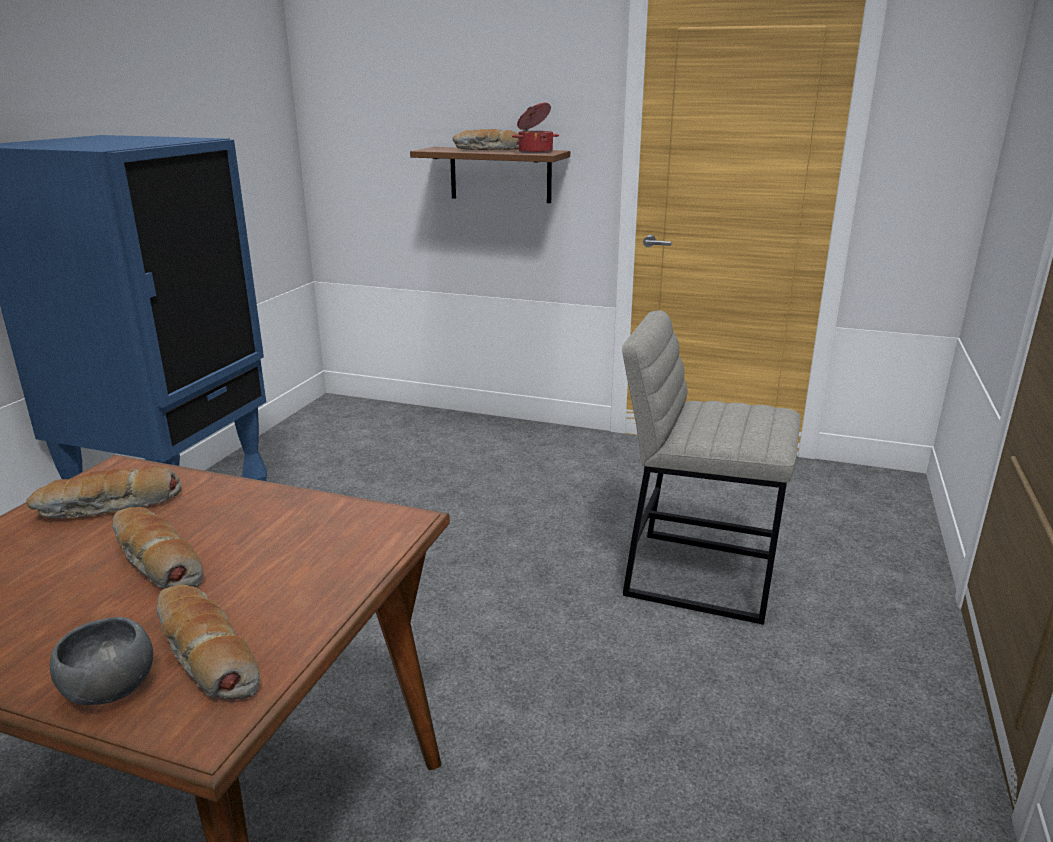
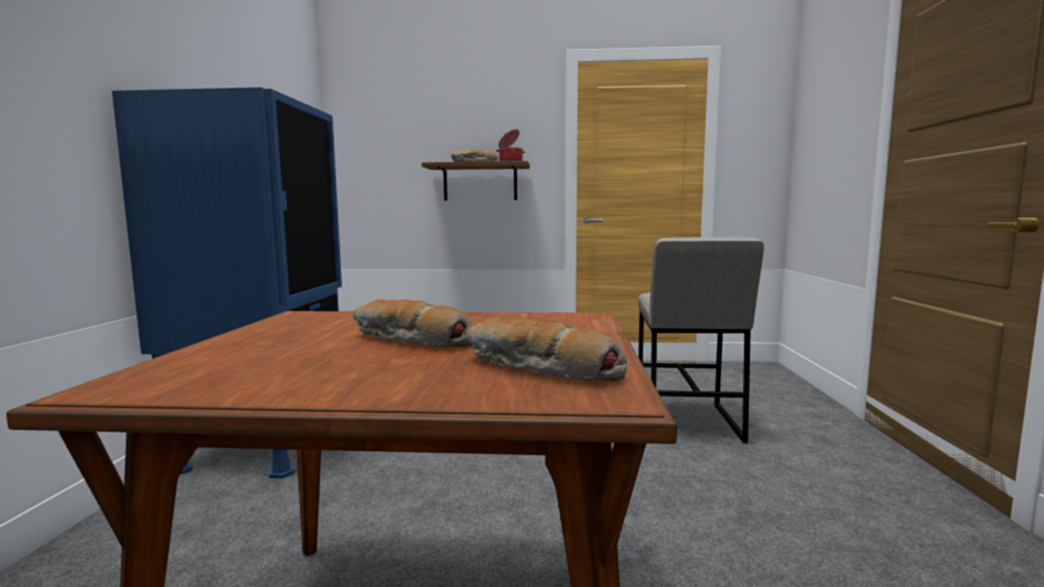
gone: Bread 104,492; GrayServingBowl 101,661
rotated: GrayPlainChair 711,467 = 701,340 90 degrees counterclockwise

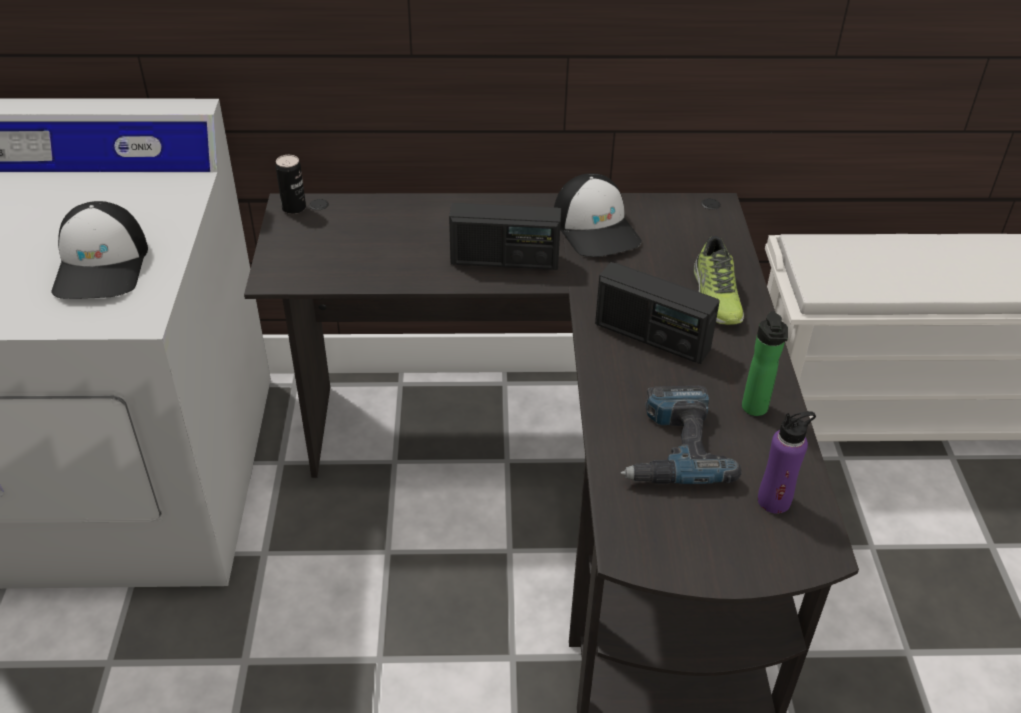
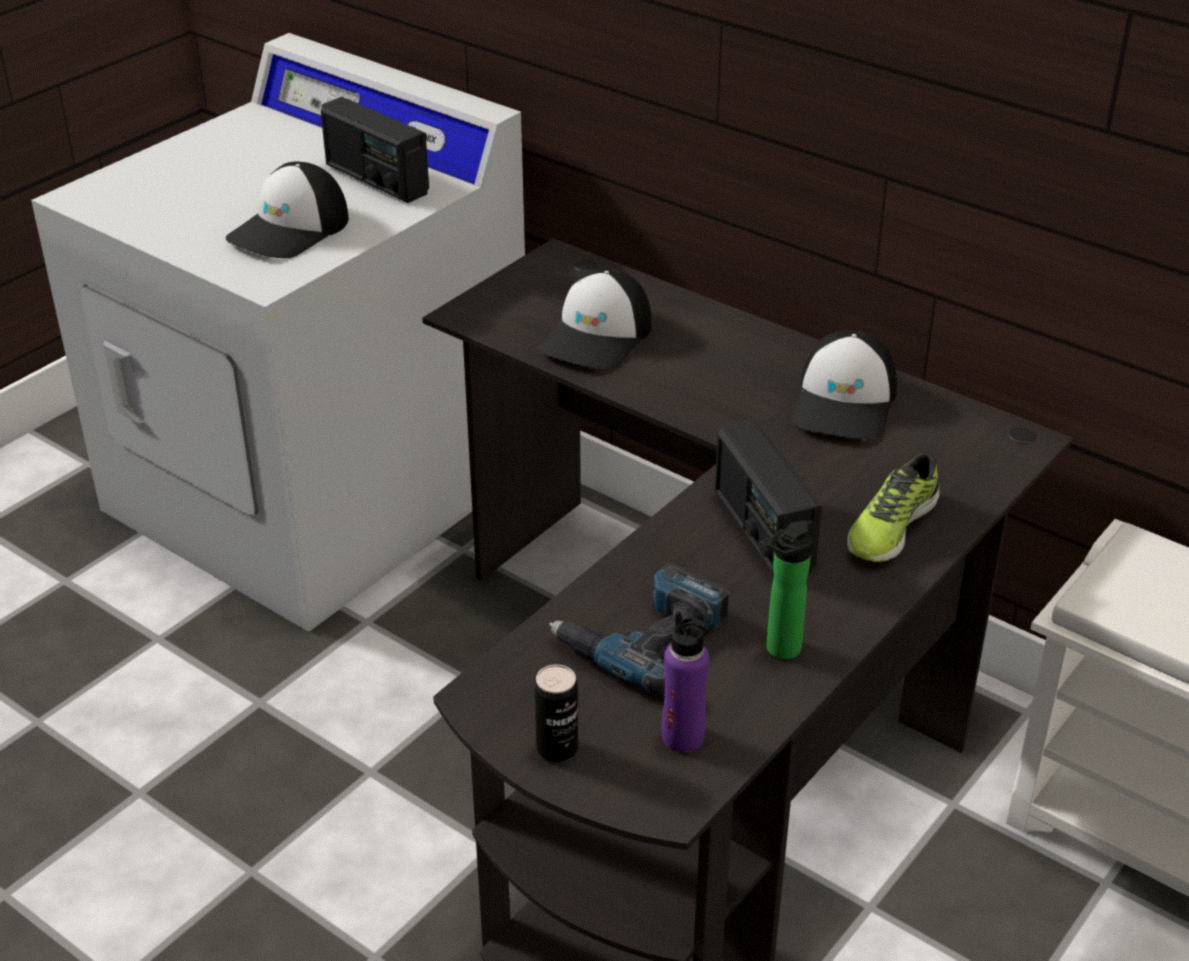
new: Cap 595,318
shifted: Can 291,184 to 556,713; RadioReceiver 505,236 to 375,150

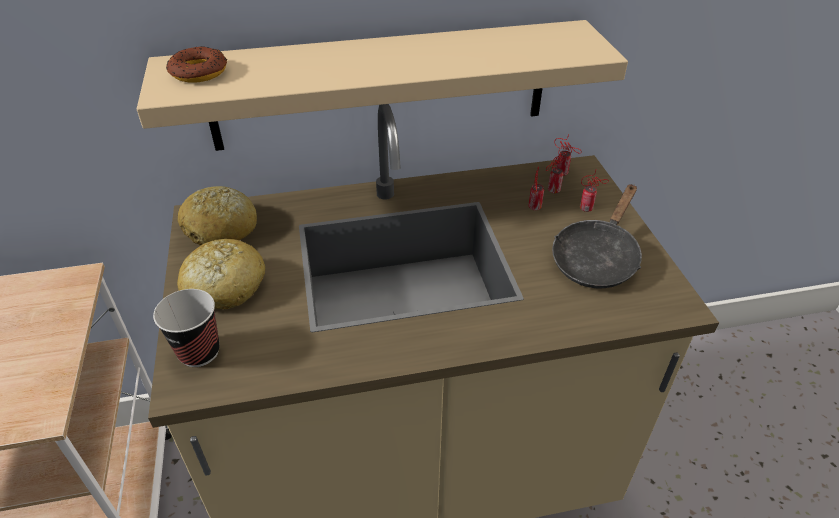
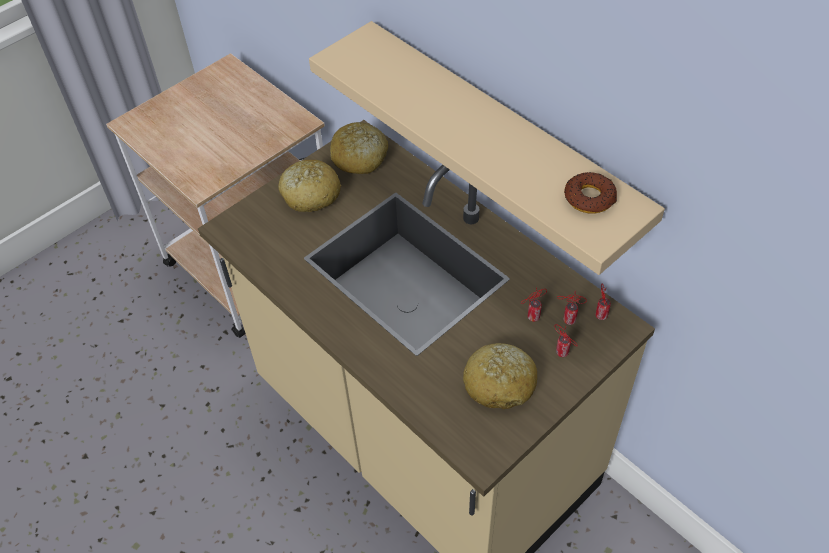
gone: SmallCup 186,328
shifted: Doughnut 196,64 to 590,193
swapped: BlackColouredSkillet 597,236 to Bread 500,376

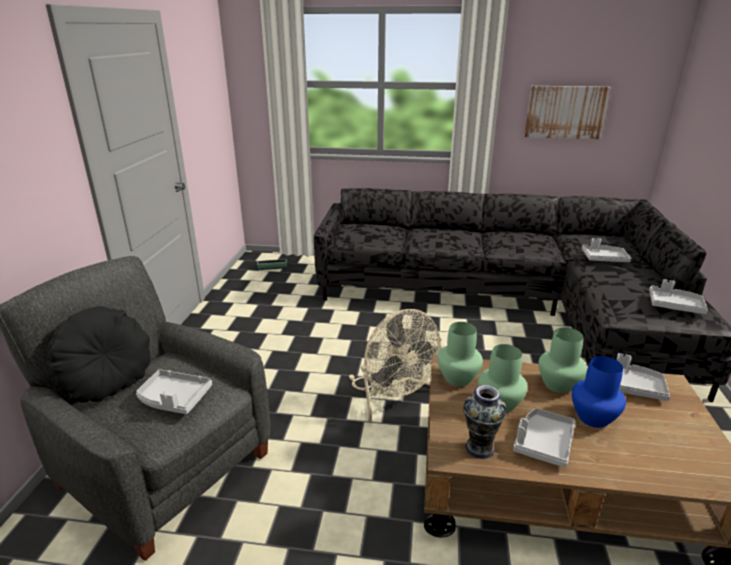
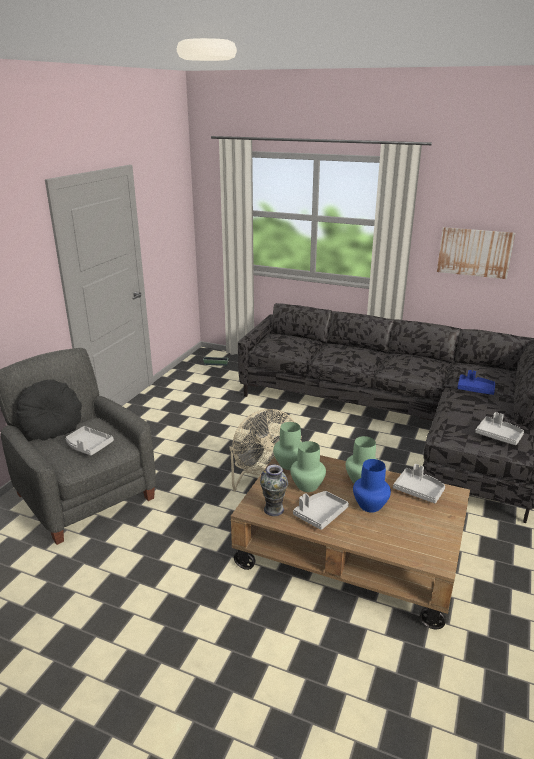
repainted: GrayServingTray 606,250 to BlueColouredServingTray 476,382

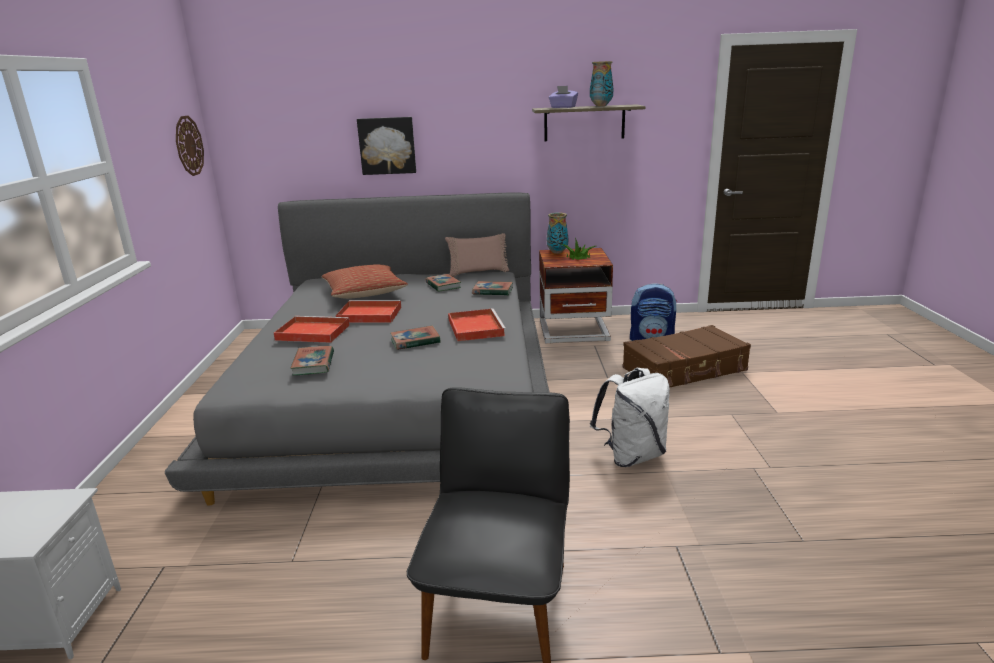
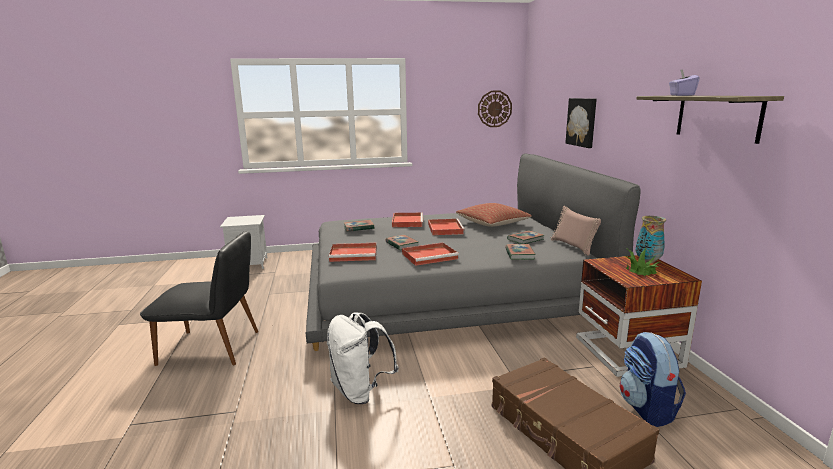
gone: FlowerVase 602,83
new: RedColouredServingTray 353,252

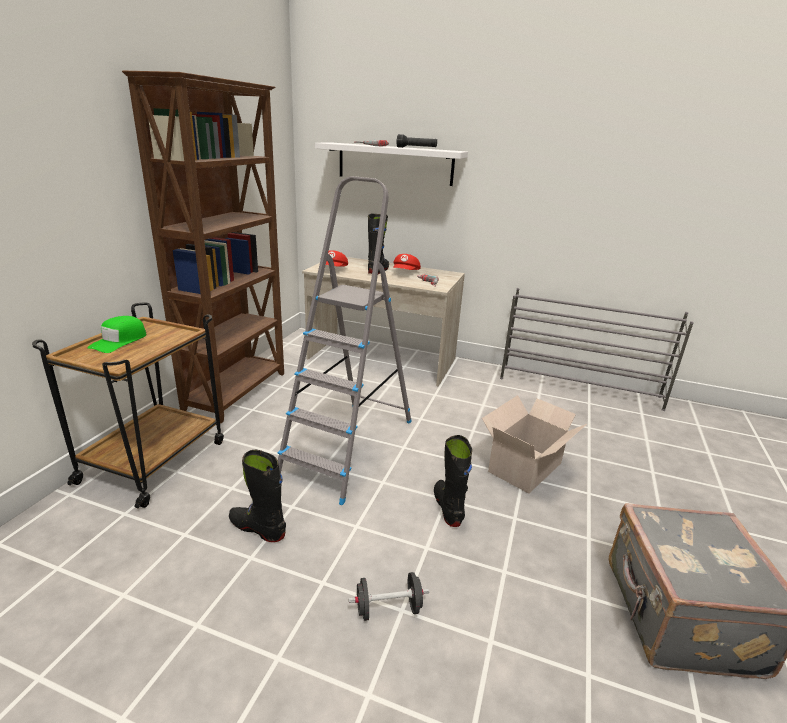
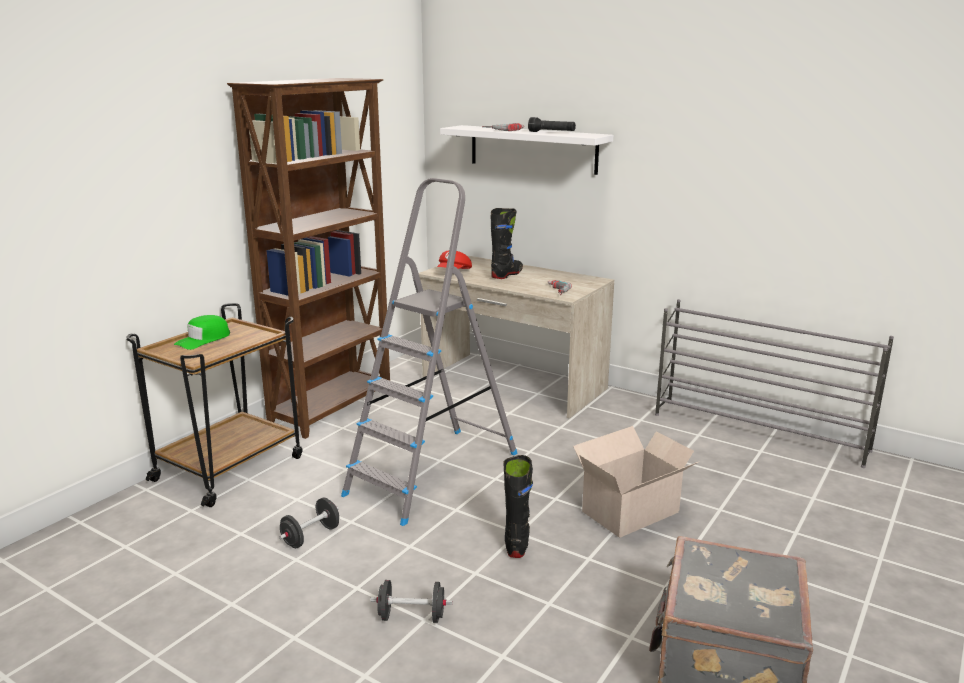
gone: RedColouredCap 407,262
swapped: BlackColouredHighTopBoot 257,496 to BlackColouredFreeWeight 309,522

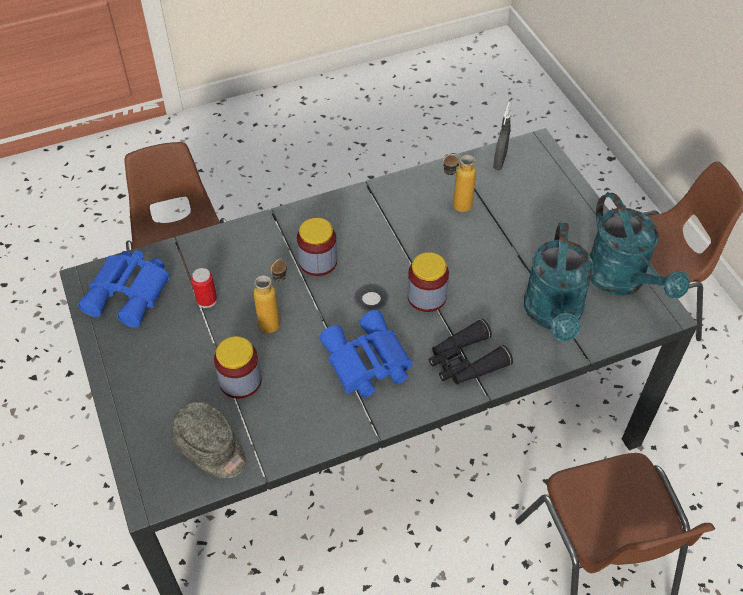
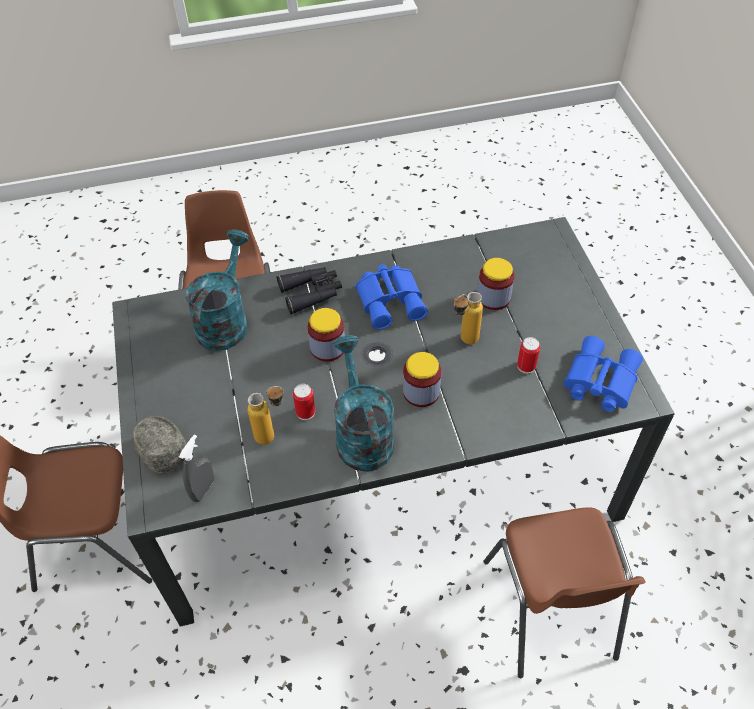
new: Can 304,402
shifted: GrayCap 209,440 to 160,444; TurquoiseWateringPot 640,246 to 363,403

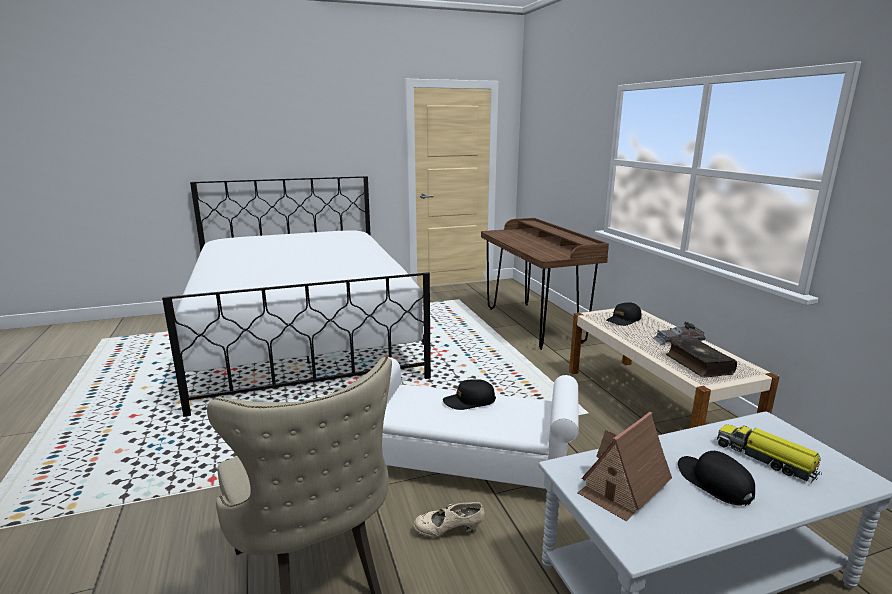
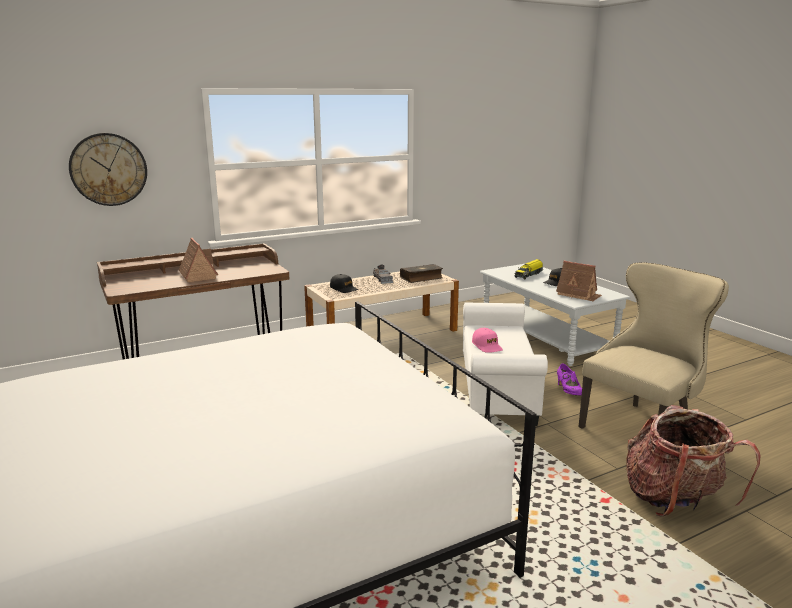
new: WallClock 108,169; ToyHouse 198,260; Backpack 693,461
repainted: BeigeColouredShoe 449,519 to PurplishShoe 569,380; BlackColouredCap 469,394 to PinkCap 487,340

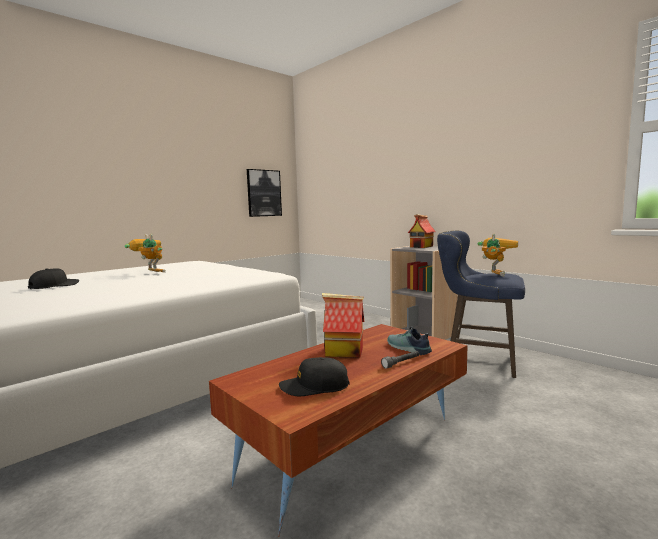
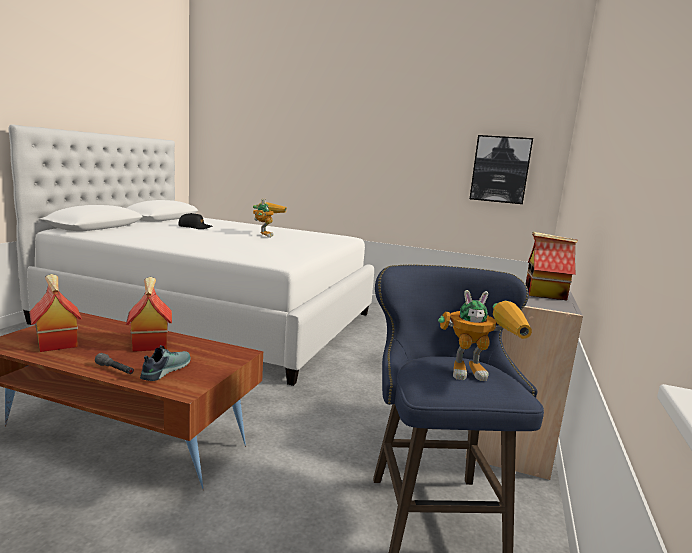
swapped: BlackColouredCap 314,376 to ToyHouse 55,313

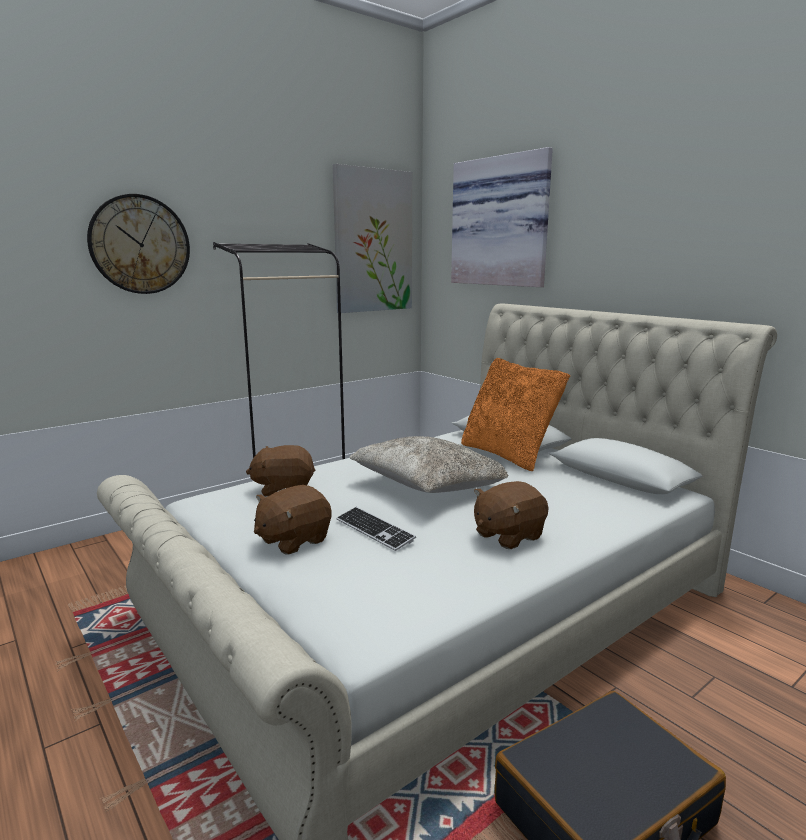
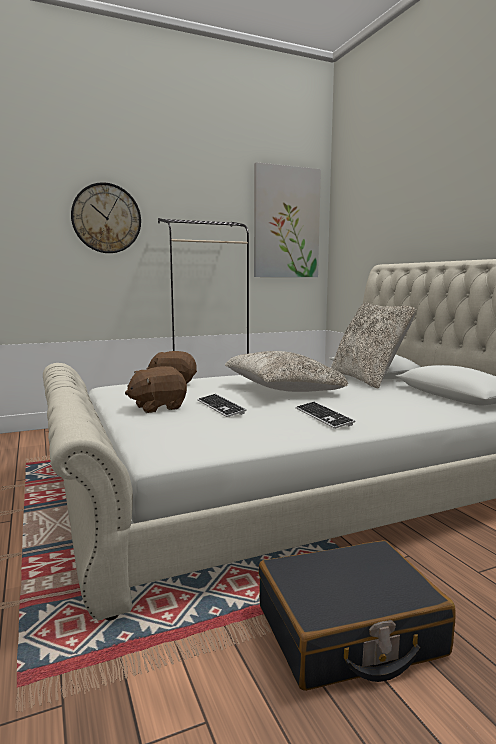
gone: WallPicture 502,217
swapped: BrownCuddlyToy 511,515 to Keyboard 325,415
repainted: OrangePillow 515,414 to BeigeColouredPillow 373,345

